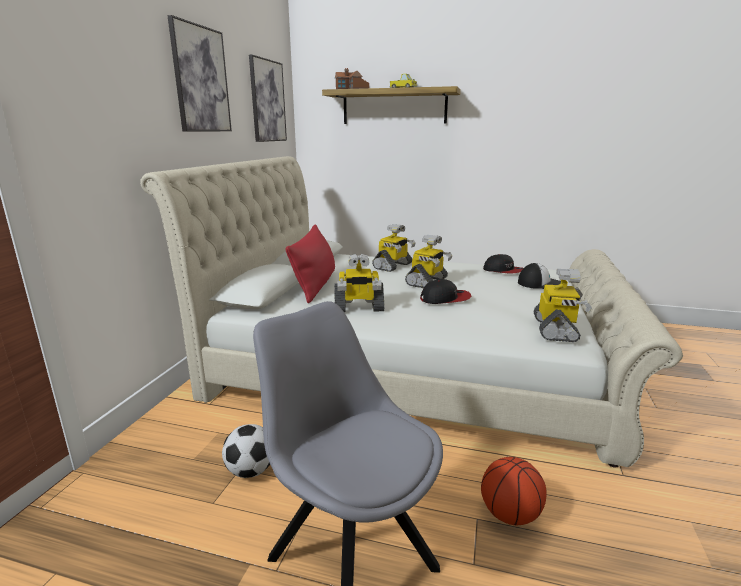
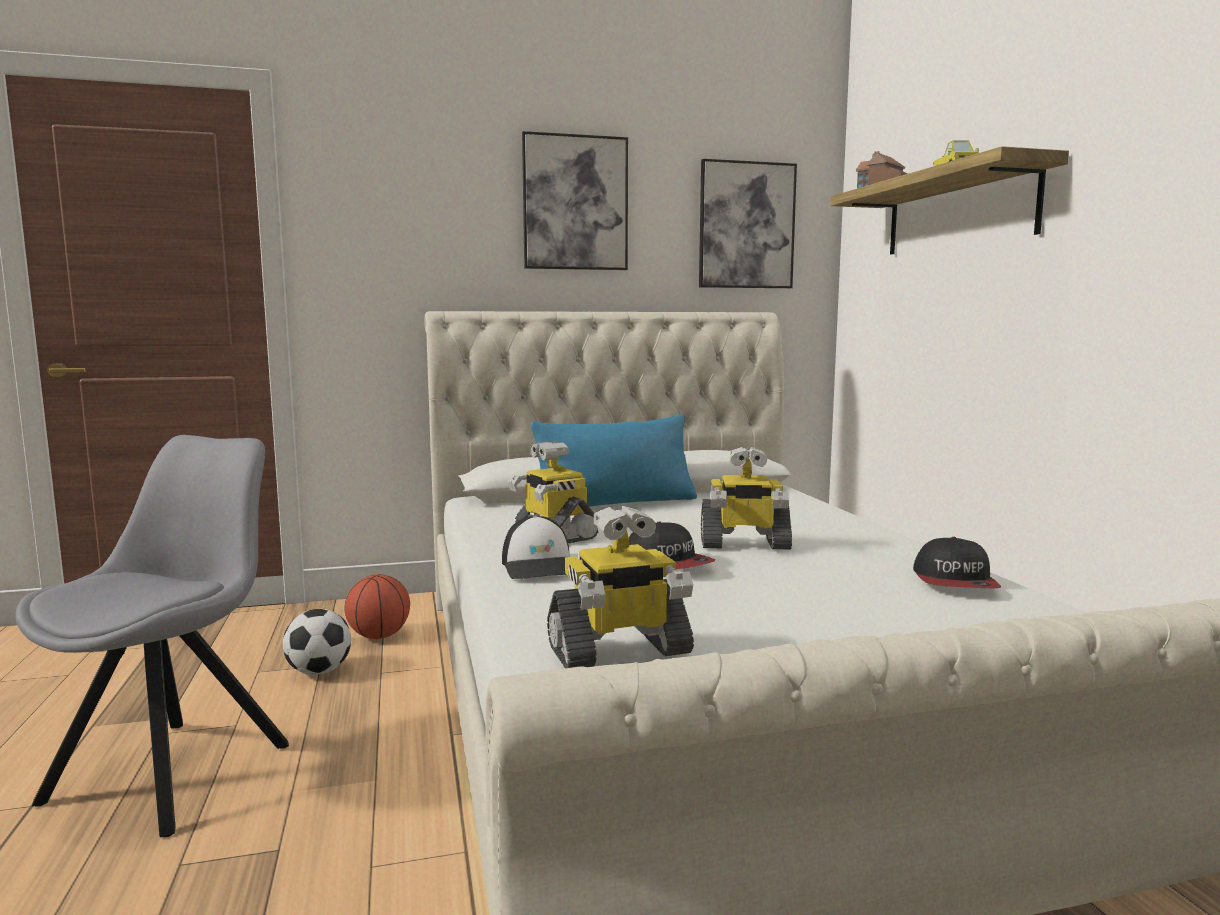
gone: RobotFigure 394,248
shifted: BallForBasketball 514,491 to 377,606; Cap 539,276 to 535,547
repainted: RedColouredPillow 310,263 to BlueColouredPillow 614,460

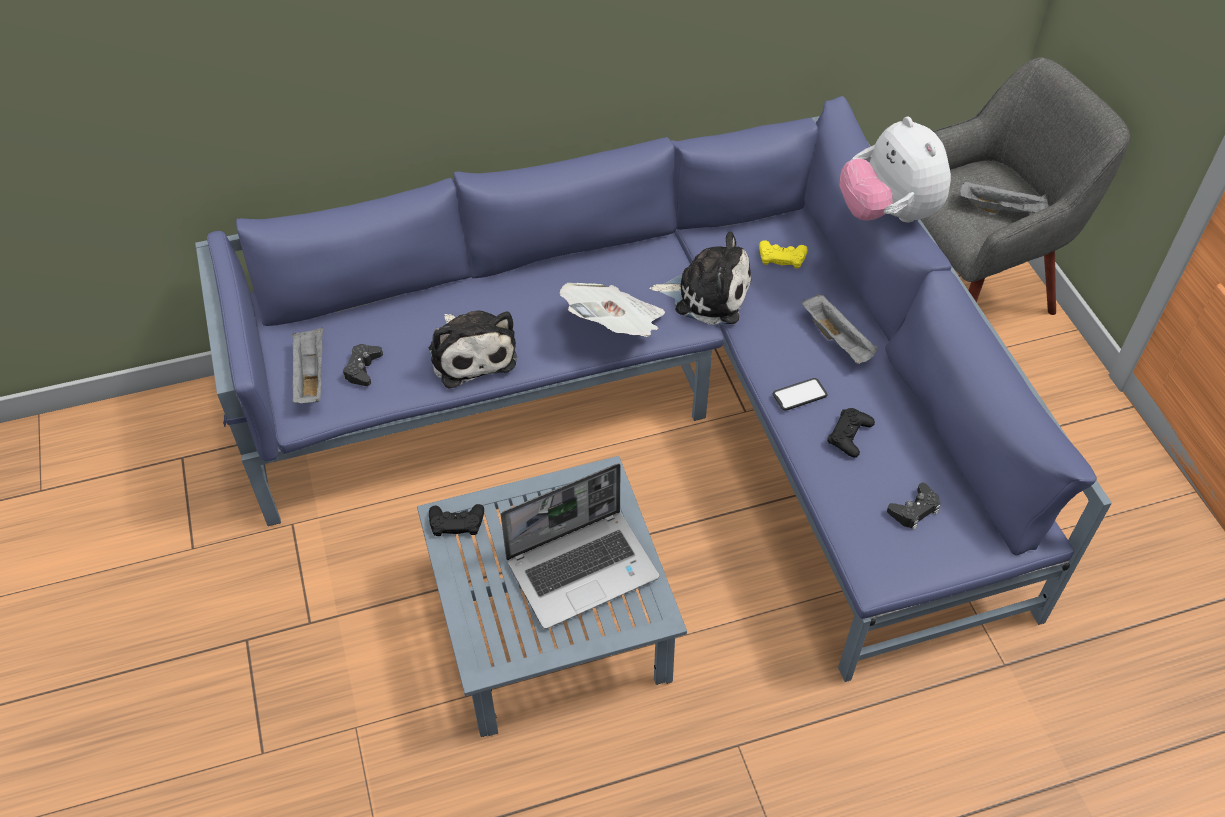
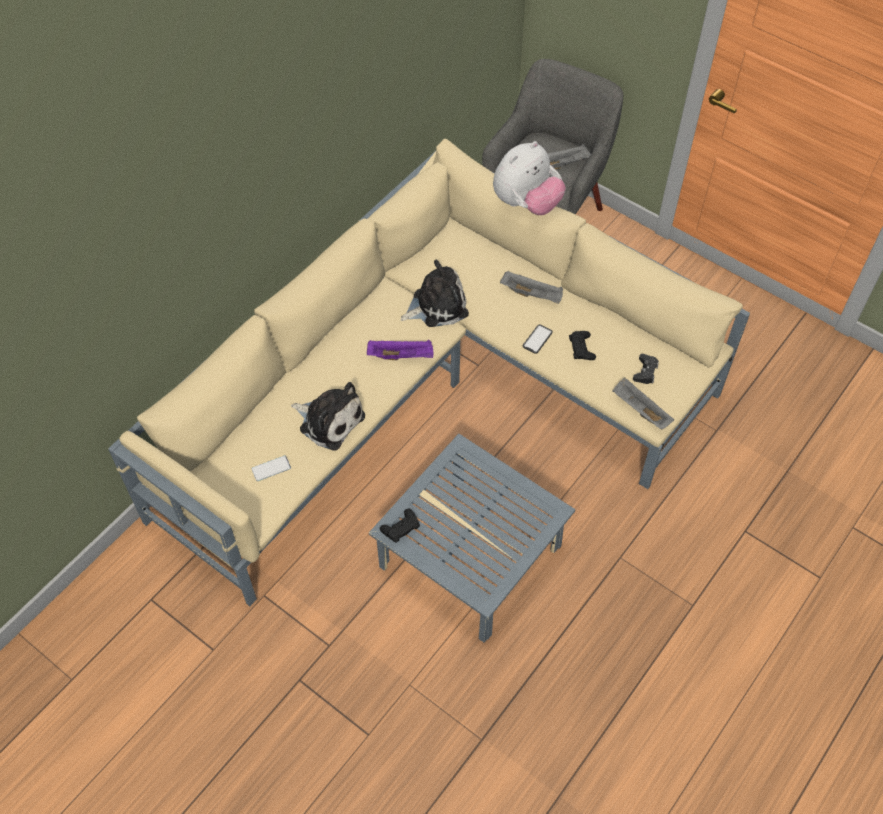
gone: Laptop 580,546; YellowishGamepad 783,254
shifted: GrayServingTray 307,365 to 643,403
swapped: BlackColouredGamepad 363,365 to Phone 271,468; PrintedPaper 612,310 to PurplishServingTray 400,350
repainted: BlueColouredSettee 653,416 to BeigeColouredSettee 429,391
rotated: CuddlyToy 895,170 = 529,178 75 degrees counterclockwise

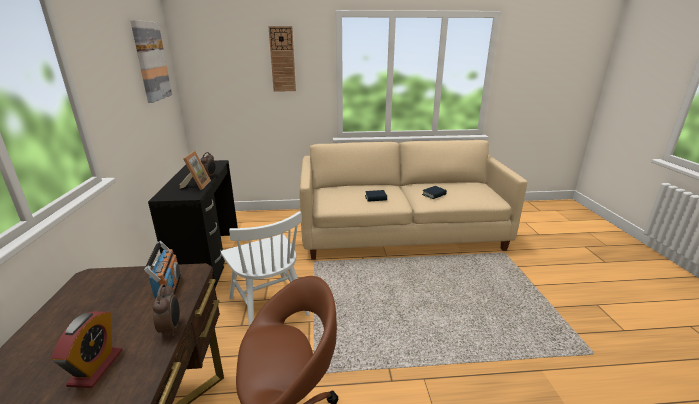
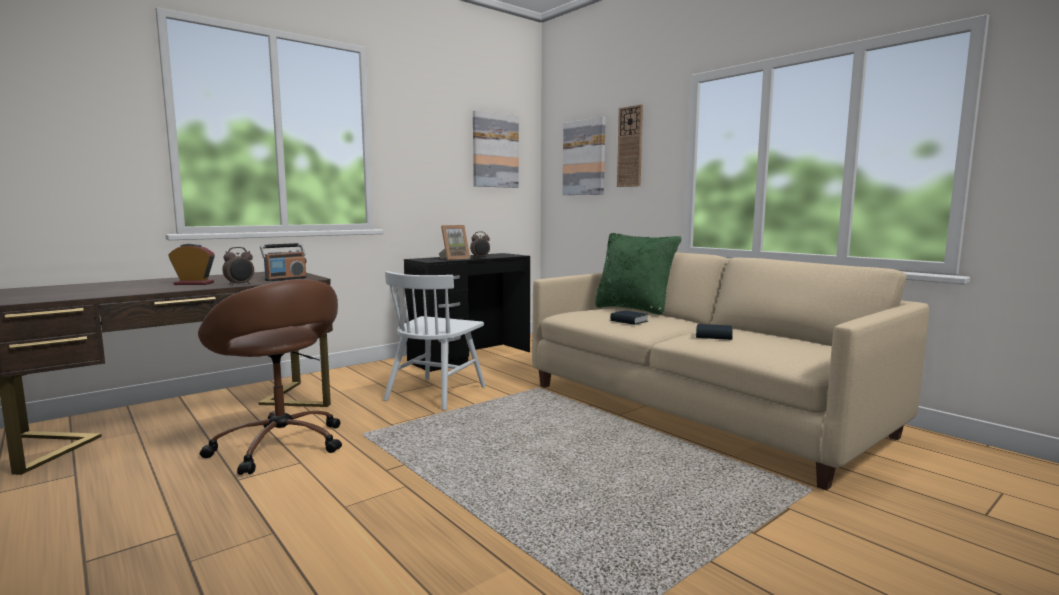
new: WallPicture 584,156; GreenishPillow 638,274
rotated: AlarmClock 86,349 = 191,264 150 degrees counterclockwise

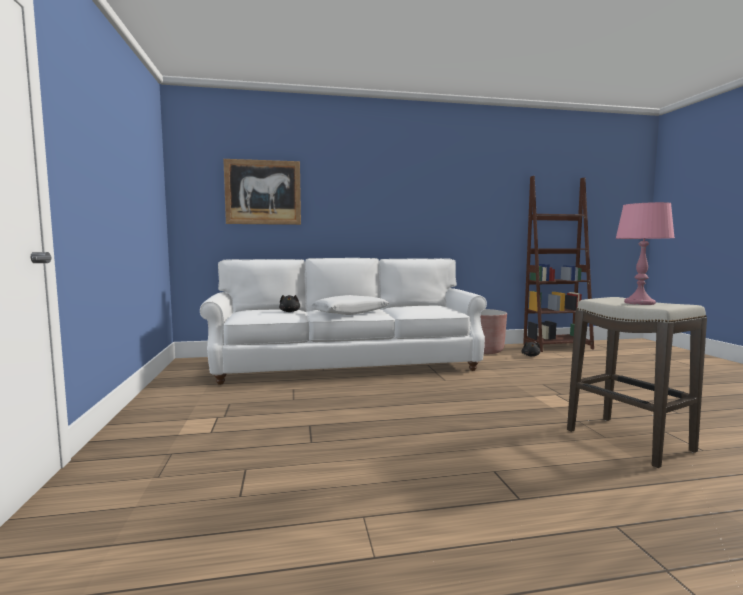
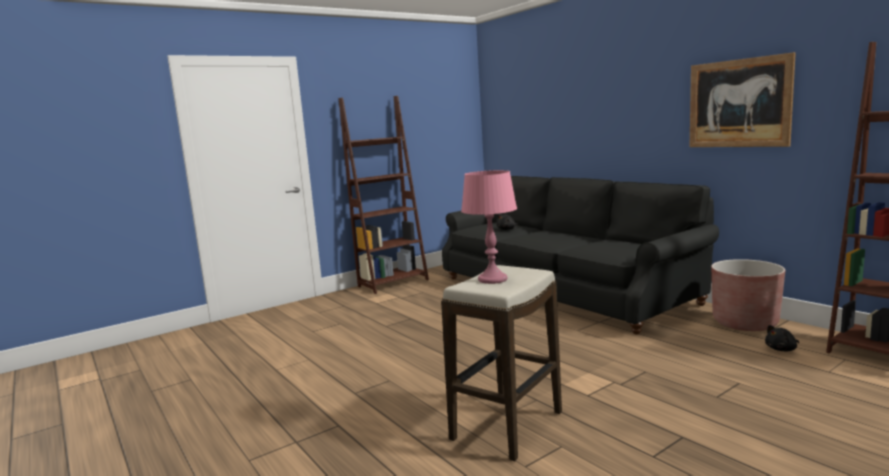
gone: WhiteColouredPillow 350,305
new: BrownBookshelf 384,195
shifted: WallPicture 262,192 to 743,99
repainted: WhiteColouredSettee 343,321 to BlackColouredSettee 580,255

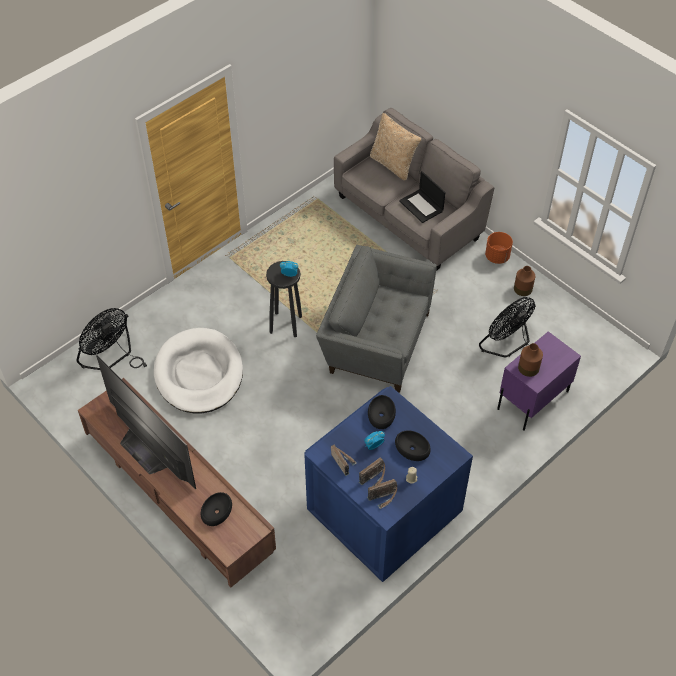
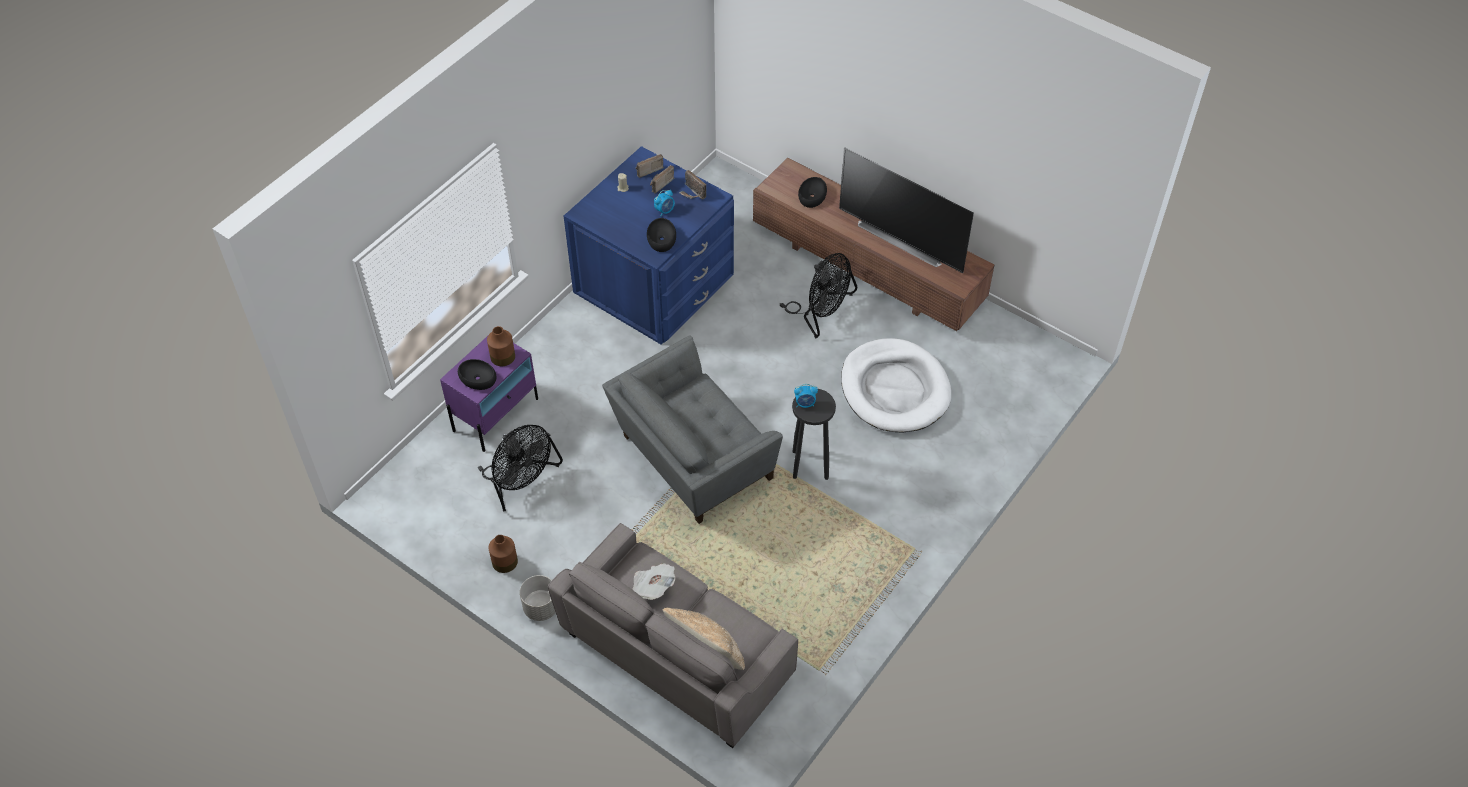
shifted: BlackColouredCoolingFan 111,339 to 818,295; BlackColouredServingBowl 413,445 to 477,374
swapped: Laptop 422,197 to PrintedPaper 654,581
repainted: OrangeFlowerPot 499,248 to GrayFlowerPot 538,598
rotated: GrayArmchair 376,319 = 692,429 135 degrees clockwise

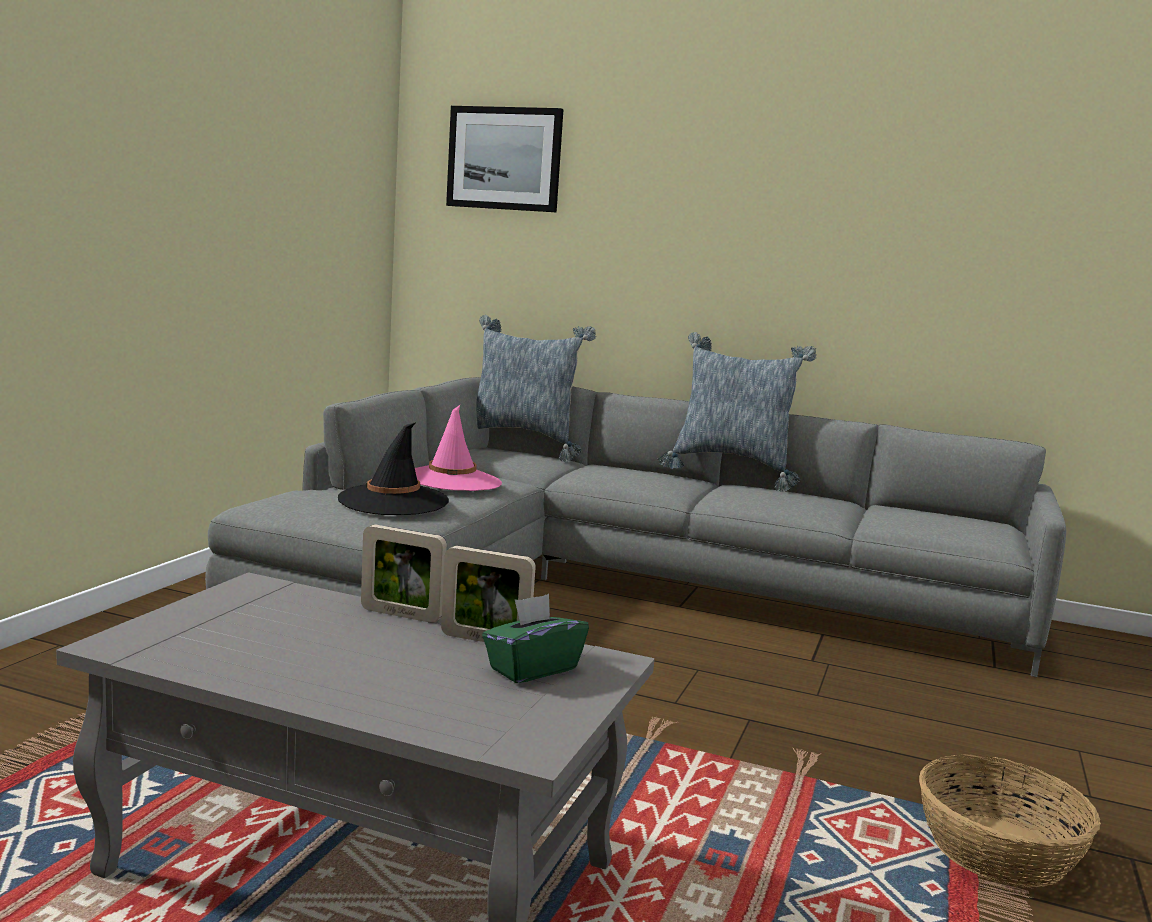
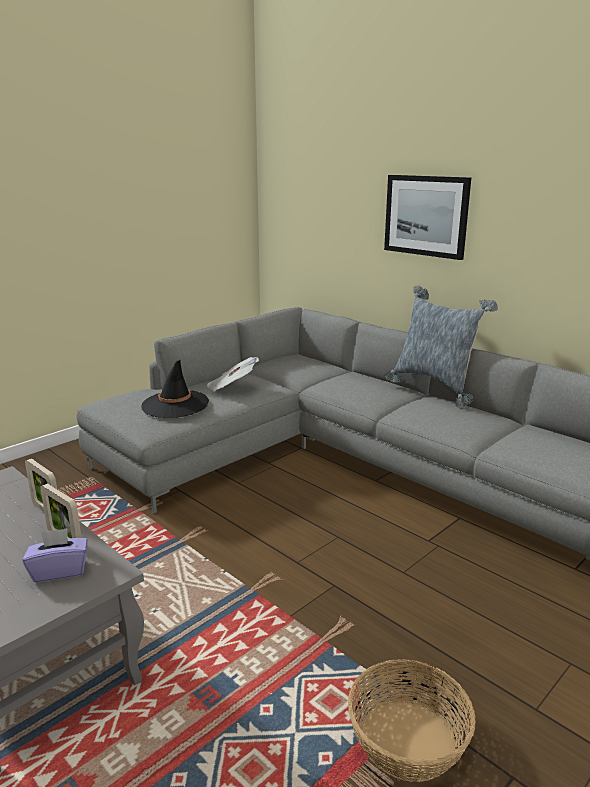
gone: Pillow 536,388
shifted: WallPicture 505,159 to 427,217
swapped: PinkClothingHat 458,448 to PrintedPaper 233,374
repainted: GreenishTissueBox 535,638 to PurplishTissueBox 55,555

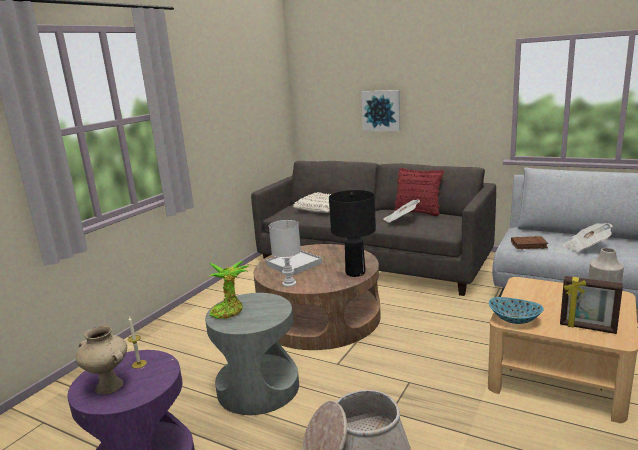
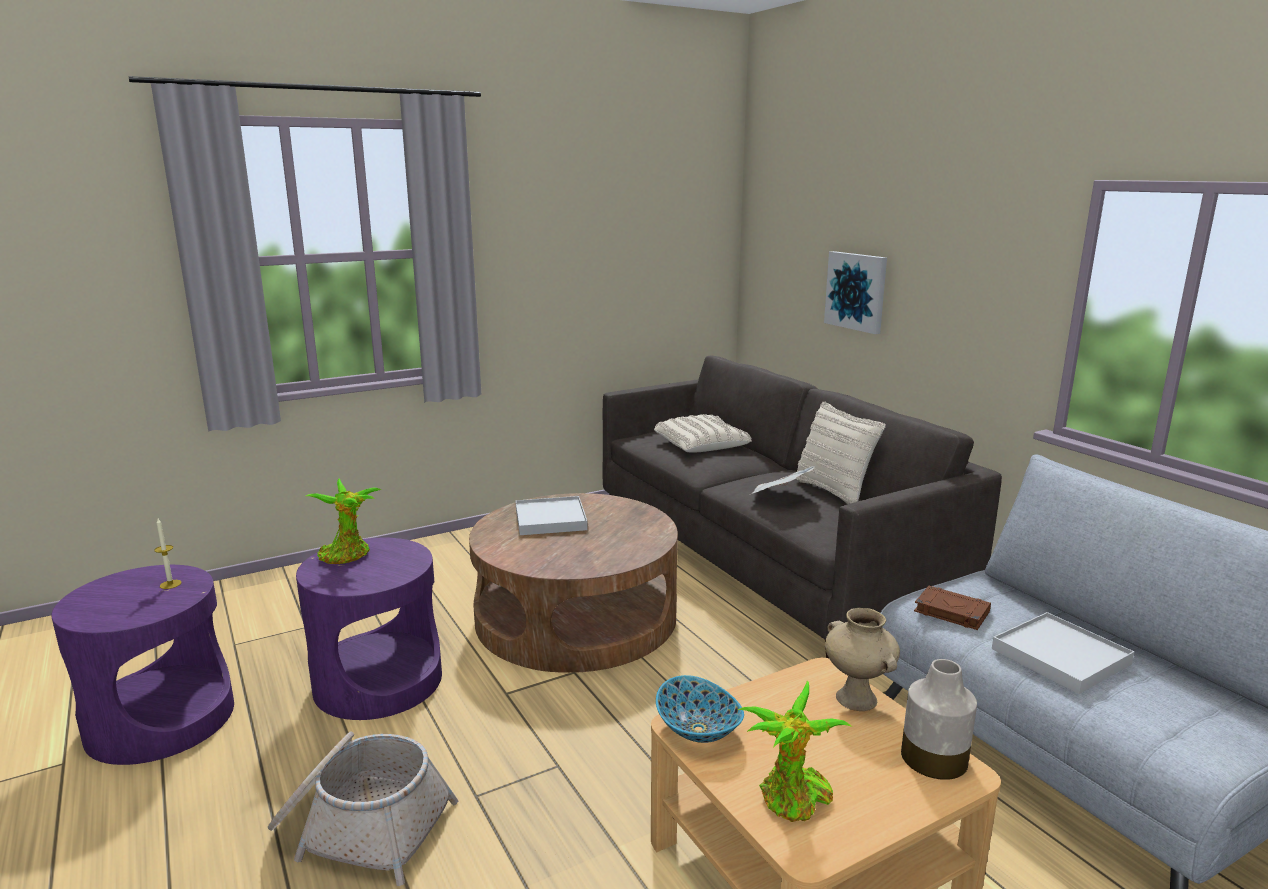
gone: WhiteColouredTabletopLamp 285,253; BlackColouredTabletopLamp 352,233
shifted: BeigeColouredFlowerVase 101,360 to 862,659
swapped: PhotoFrame 591,305 to Houseplant 795,751; PrintedPaper 587,237 to WhiteColouredServingTray 1063,653
repainted: GraySideTable 252,354 to PurplishSideTable 369,629; RedColouredPillow 419,191 to BeigeColouredPillow 841,453

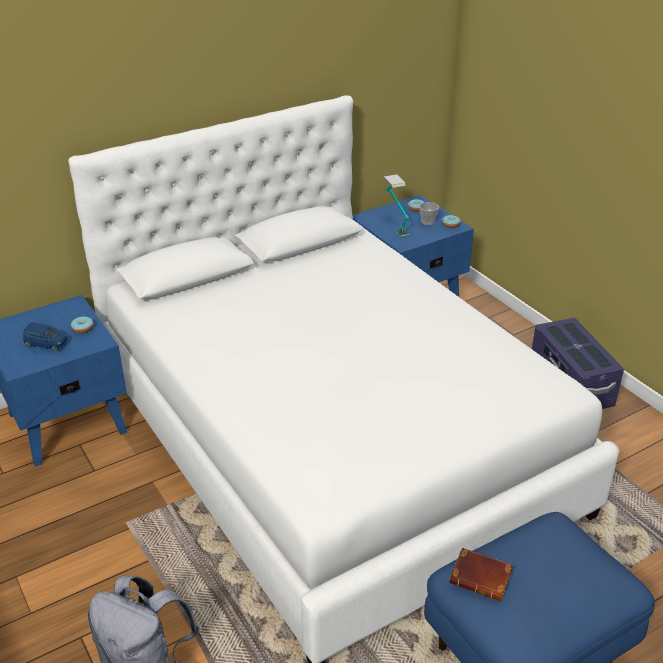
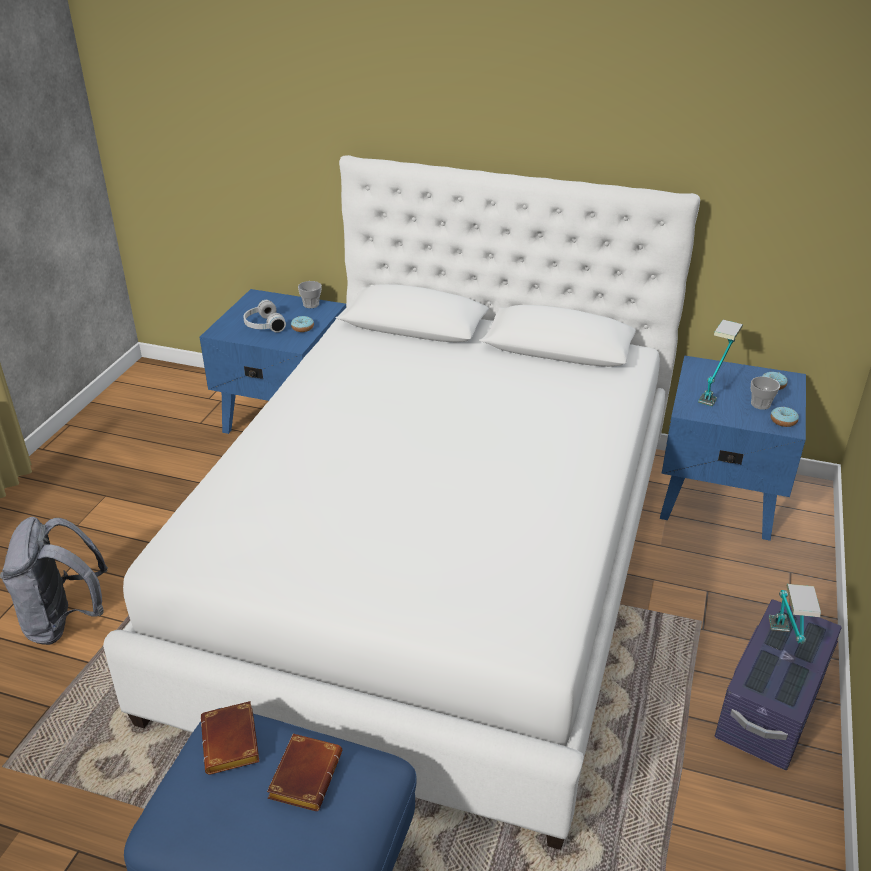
new: BrownVolume 304,772; SmallCup 310,294; TabletopLamp 795,614
swapped: BlueColouredMiniatureCar 45,337 to WhiteColouredPairOfHeadphones 264,316

